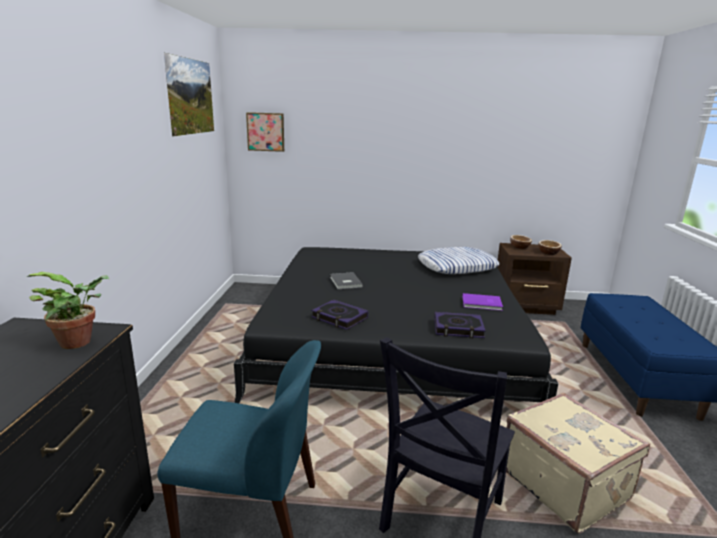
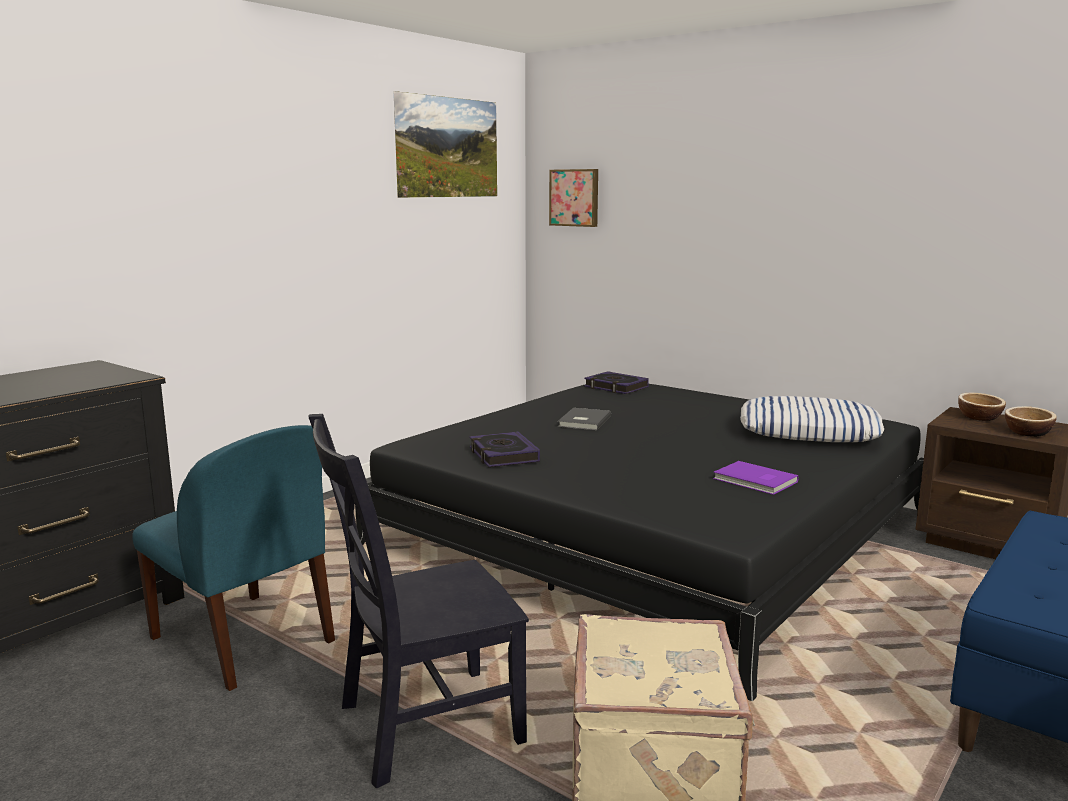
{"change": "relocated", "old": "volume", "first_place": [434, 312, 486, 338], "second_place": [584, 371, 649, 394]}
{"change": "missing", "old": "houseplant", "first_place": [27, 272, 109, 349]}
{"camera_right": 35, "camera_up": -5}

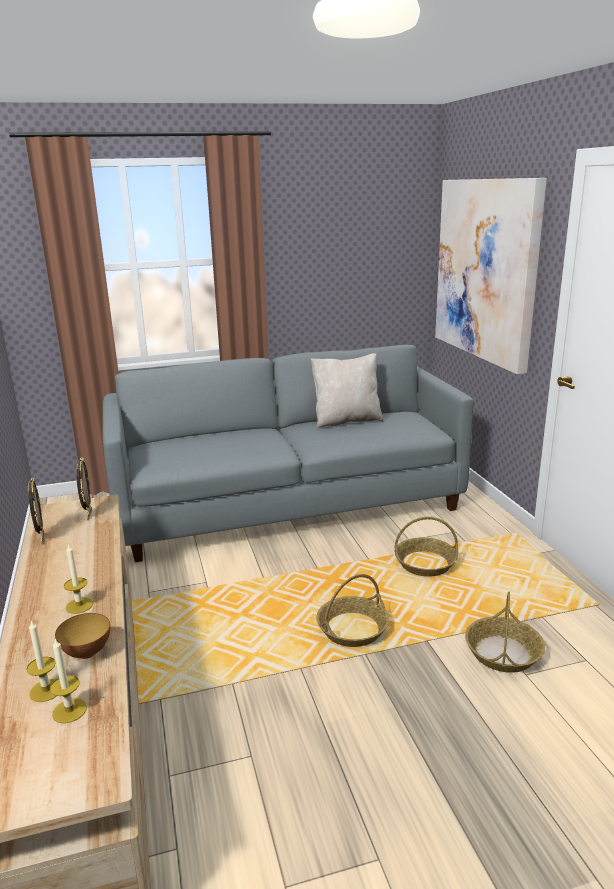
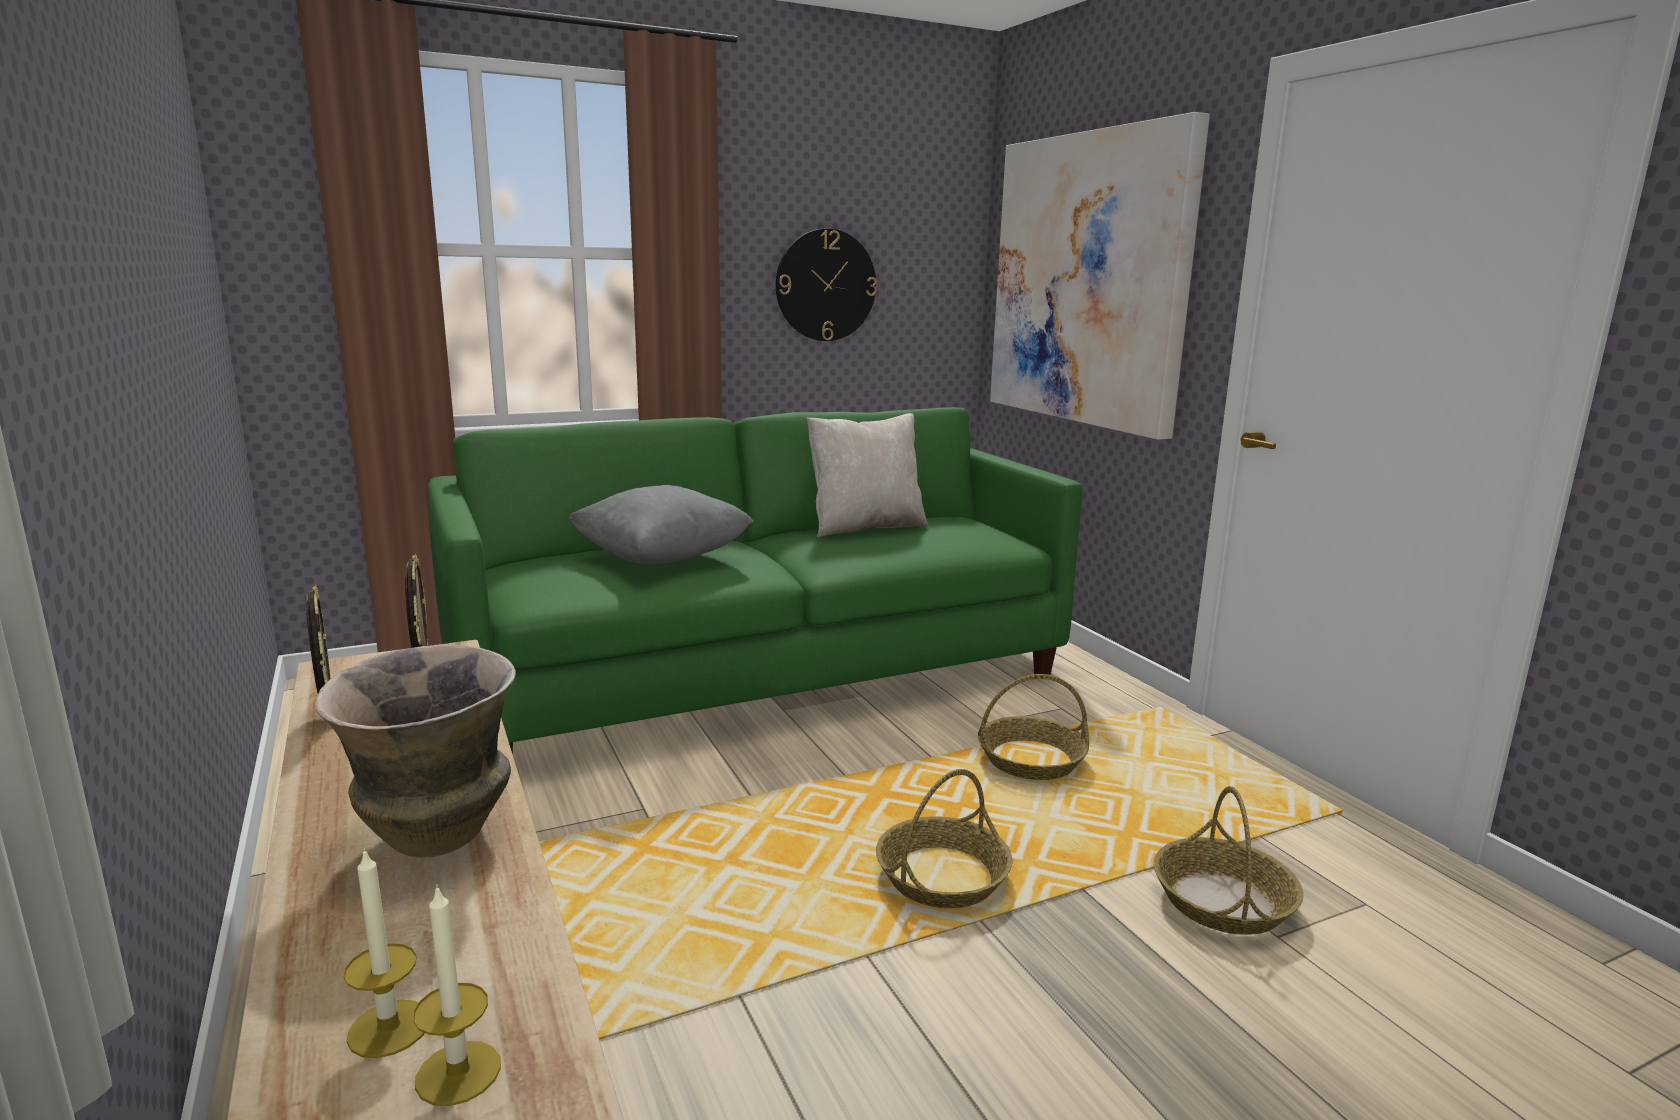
{"change": "exchanged", "old": "candle", "new": "decorative_vase", "first_place": [64, 544, 93, 614], "second_place": [315, 645, 516, 857]}
{"change": "colour", "old": "grey_couch", "new": "greenish_couch", "first_place": [103, 345, 474, 562], "second_place": [427, 407, 1083, 754]}
{"change": "appeared", "new": "grey_pillow", "second_place": [568, 485, 754, 564]}
{"change": "appeared", "new": "hanging_clock", "second_place": [776, 229, 877, 341]}
{"change": "missing", "old": "deep_dish", "first_place": [55, 613, 110, 659]}
{"camera_right": -10, "camera_up": -5}

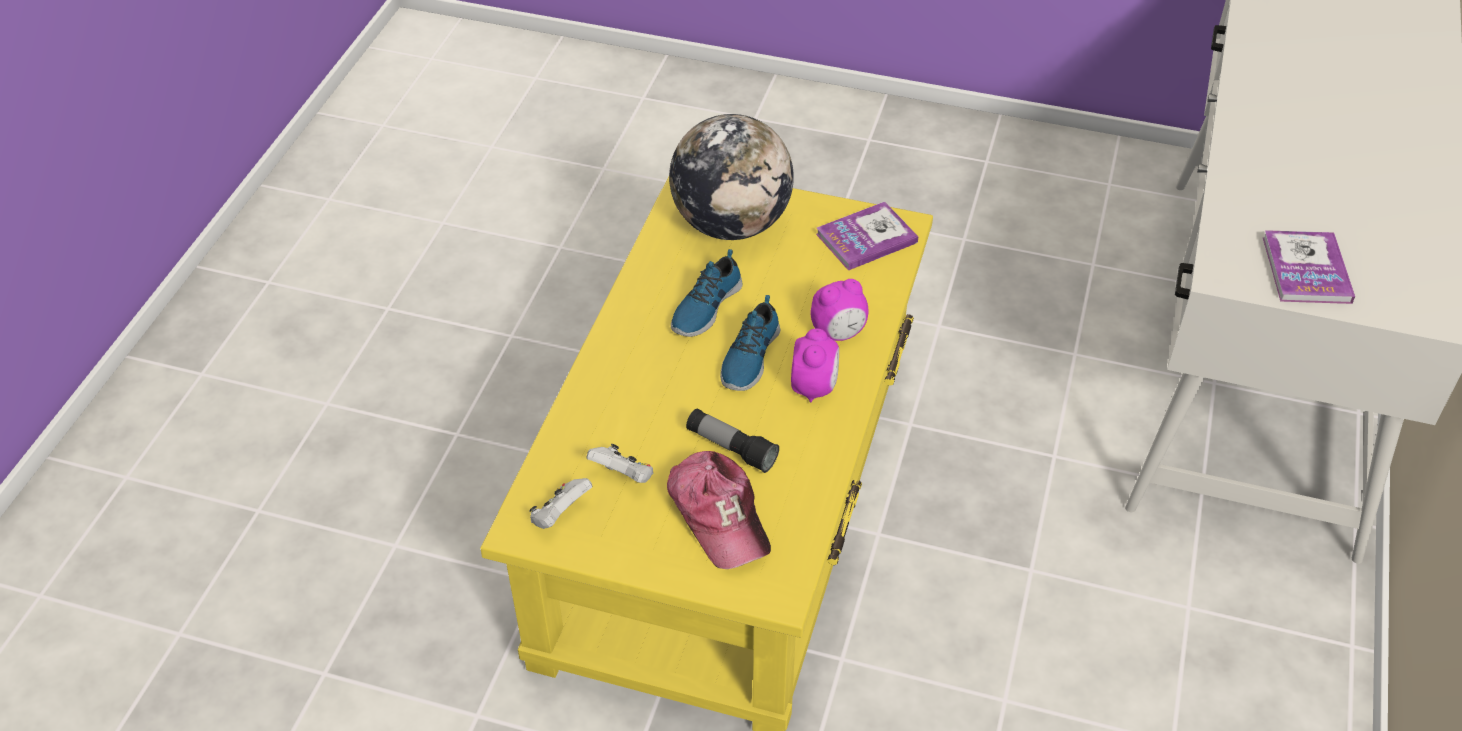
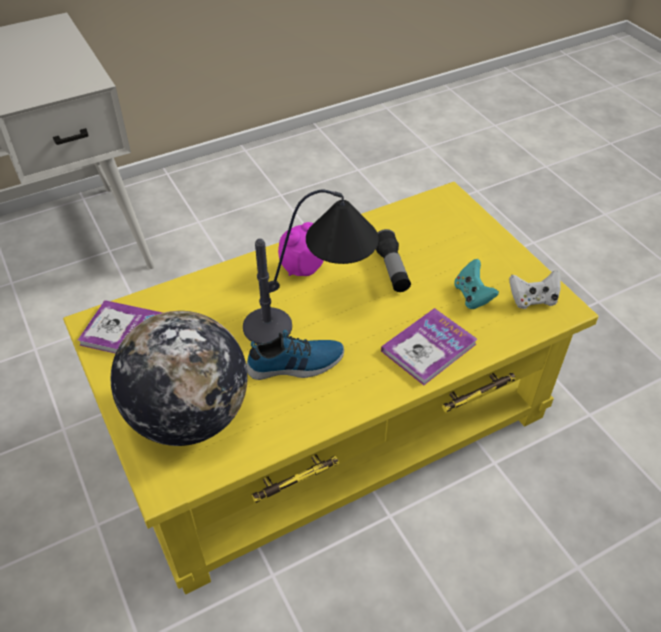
{"change": "exchanged", "old": "item_of_footwear", "new": "lamp_for_a_table", "first_place": [720, 295, 780, 391], "second_place": [243, 190, 379, 344]}
{"change": "relocated", "old": "volume", "first_place": [1262, 230, 1355, 304], "second_place": [381, 308, 477, 385]}
{"change": "colour", "old": "white_game_controller", "new": "turquoise-coloured_game_controller", "first_place": [587, 444, 653, 483], "second_place": [454, 259, 499, 309]}
{"change": "missing", "old": "cap", "first_place": [667, 451, 771, 569]}
{"change": "missing", "old": "alarm_clock", "first_place": [810, 279, 869, 341]}
{"camera_right": -135, "camera_up": 0}

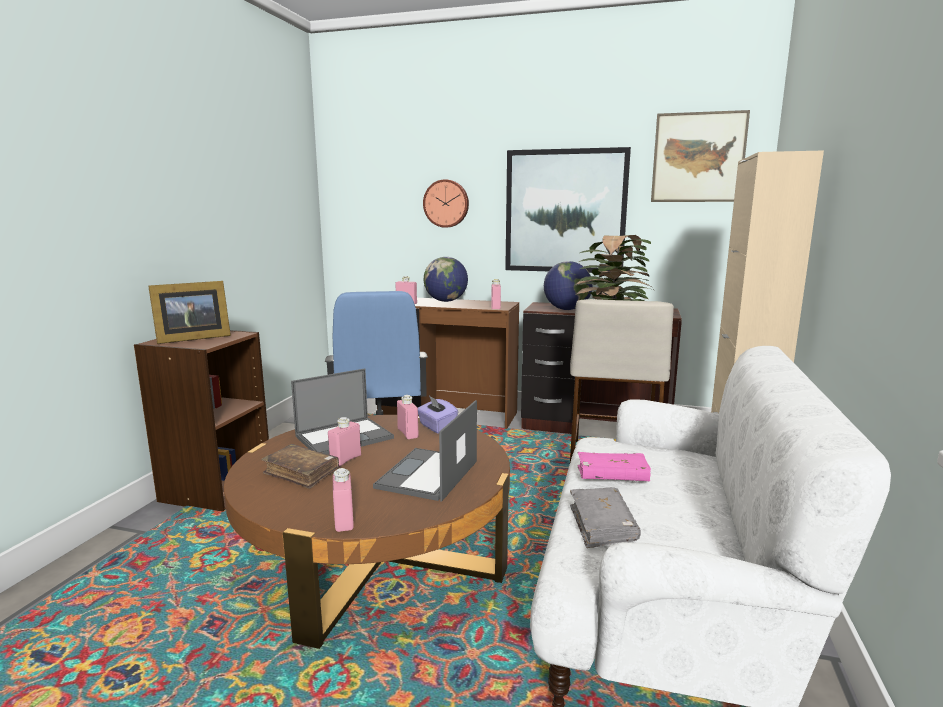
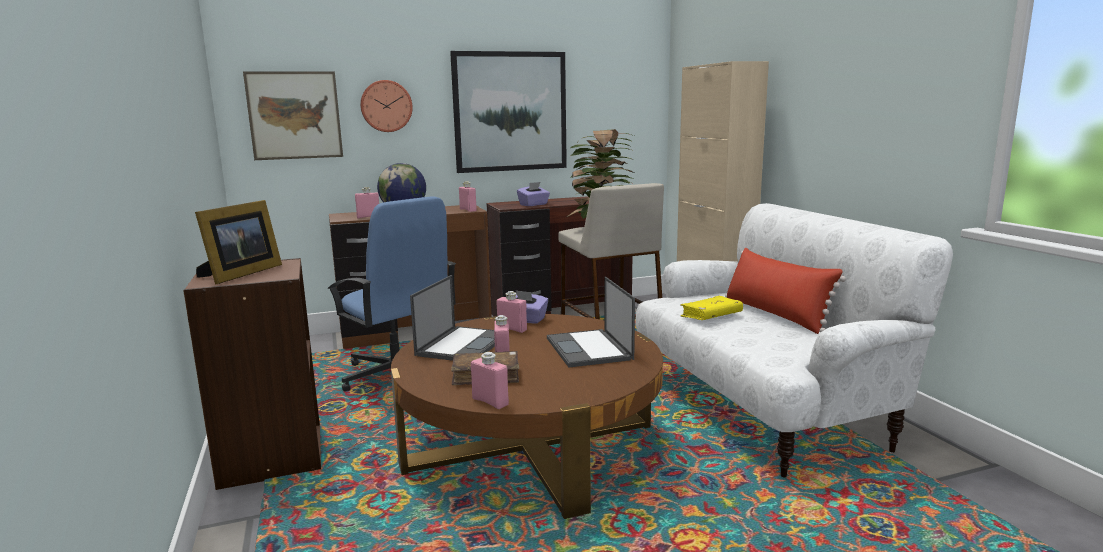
{"change": "relocated", "old": "wall_picture", "first_place": [651, 110, 750, 202], "second_place": [243, 71, 343, 160]}
{"change": "relocated", "old": "pink_beverage_bottle", "first_place": [333, 468, 354, 532], "second_place": [471, 352, 509, 409]}
{"change": "exchanged", "old": "desk_globe", "new": "purplish_tissue_holder", "first_place": [544, 261, 593, 310], "second_place": [517, 182, 550, 206]}
{"change": "colour", "old": "pink_volume", "new": "yellow_volume", "first_place": [578, 452, 651, 481], "second_place": [680, 296, 743, 320]}
{"change": "appeared", "new": "reddish_pillow", "second_place": [725, 248, 846, 334]}
{"change": "missing", "old": "grey_volume", "first_place": [570, 487, 641, 548]}
{"camera_right": -35, "camera_up": 0}

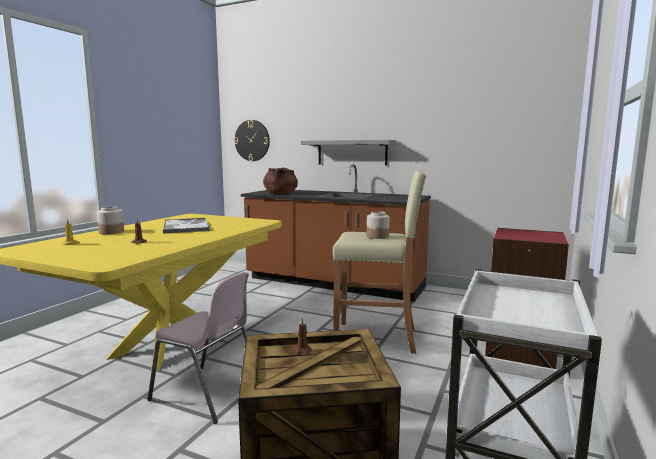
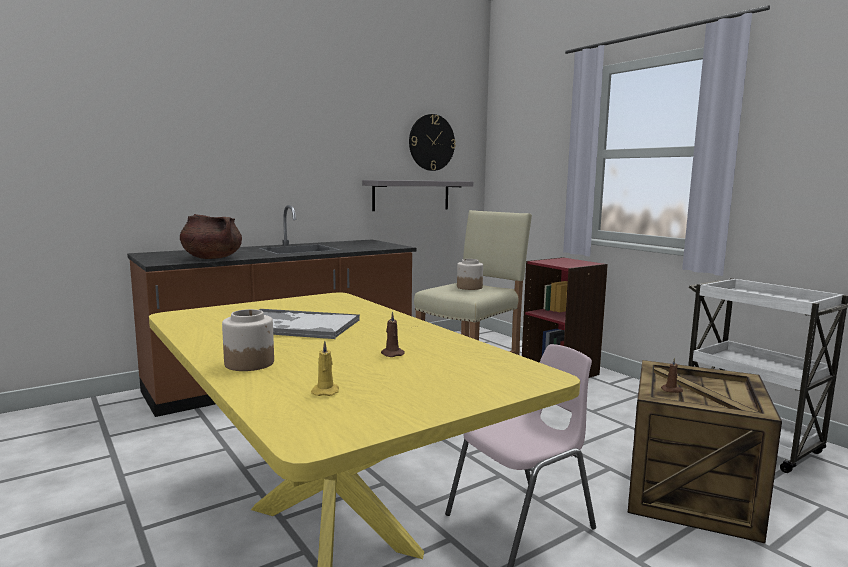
{"change": "relocated", "old": "grey_bracket_shelf", "first_place": [301, 140, 397, 165], "second_place": [362, 180, 473, 211]}
{"change": "relocated", "old": "hanging_clock", "first_place": [234, 120, 270, 161], "second_place": [409, 114, 456, 171]}
{"camera_right": -60, "camera_up": 0}

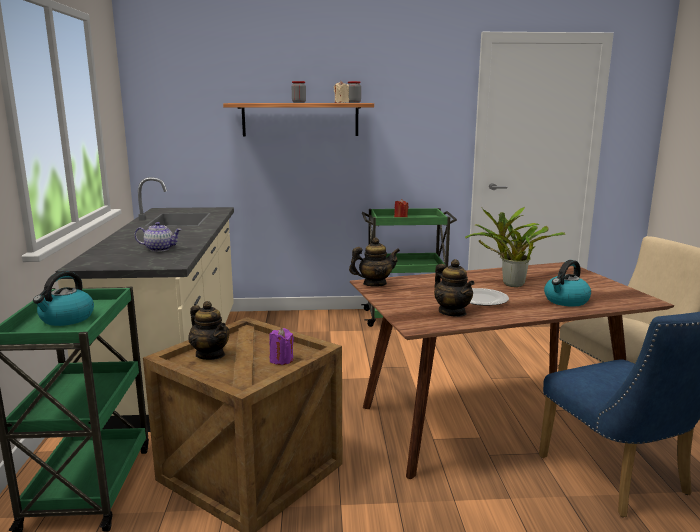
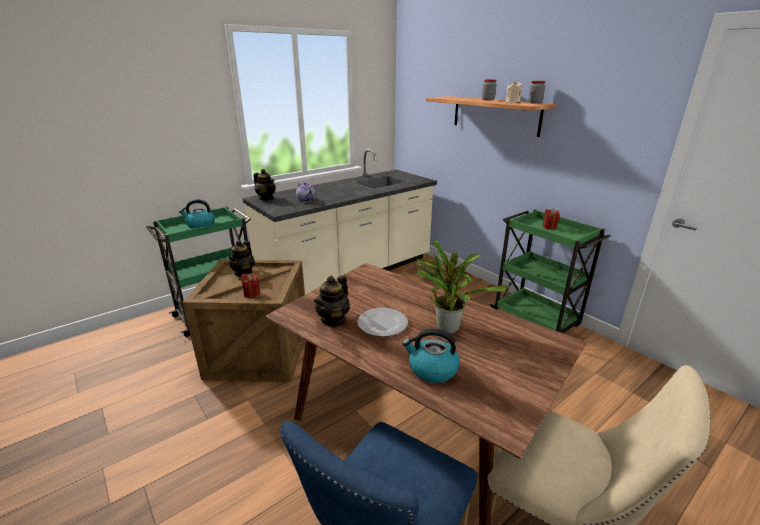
{"change": "colour", "old": "purplish_candle", "new": "reddish_candle", "first_place": [269, 328, 294, 365], "second_place": [241, 273, 260, 298]}
{"change": "relocated", "old": "teapot", "first_place": [349, 237, 400, 287], "second_place": [253, 169, 276, 200]}
{"camera_right": 55, "camera_up": 10}

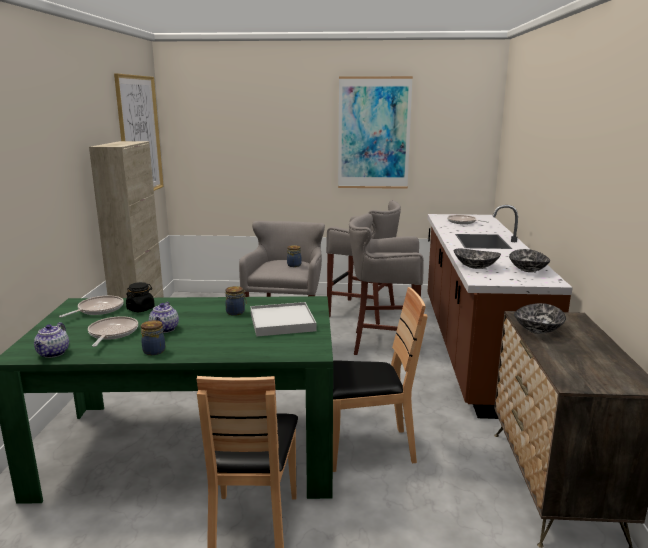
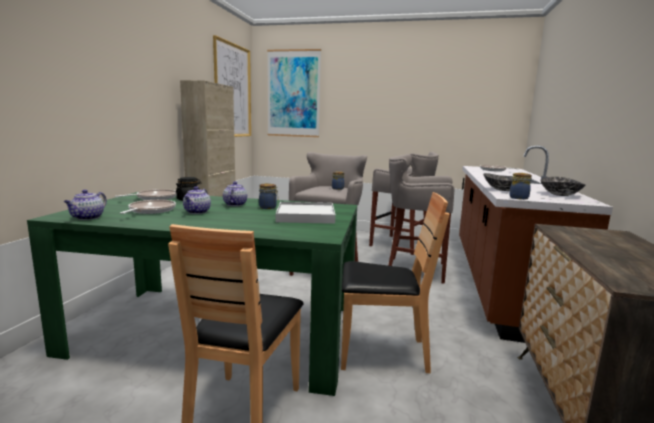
{"change": "appeared", "new": "teapot", "second_place": [223, 181, 247, 206]}
{"change": "relocated", "old": "wall_picture", "first_place": [338, 76, 413, 189], "second_place": [267, 49, 321, 137]}
{"change": "relocated", "old": "storage_jar", "first_place": [141, 320, 165, 355], "second_place": [509, 173, 532, 200]}
{"change": "missing", "old": "deep_dish", "first_place": [514, 303, 566, 334]}
{"camera_right": 10, "camera_up": -5}

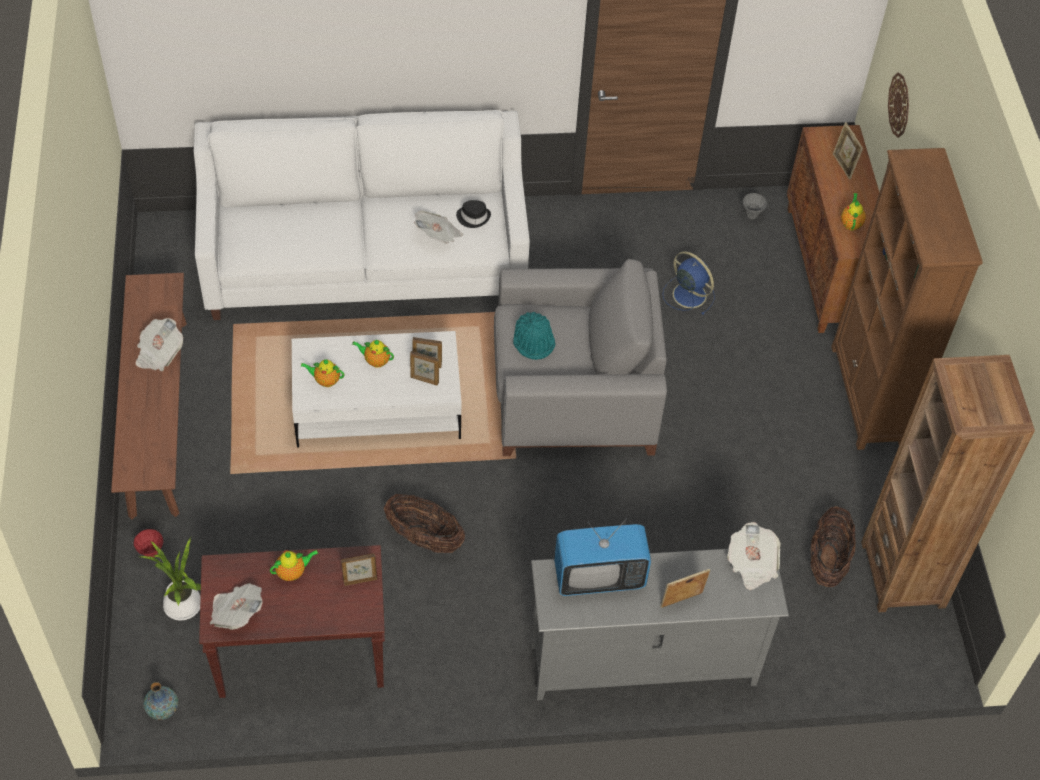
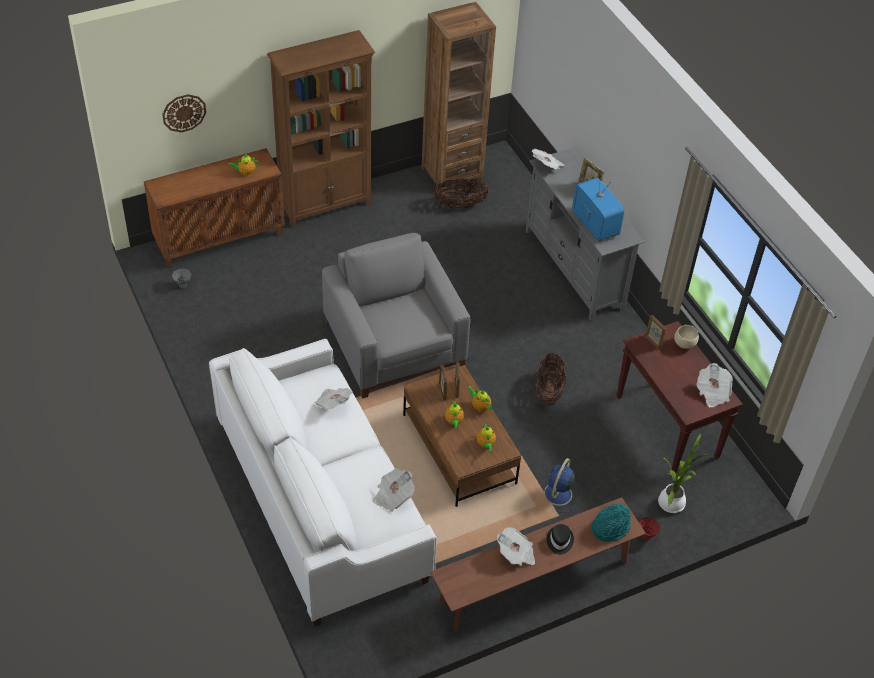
{"change": "appeared", "new": "daily_paper", "second_place": [373, 468, 415, 512]}
{"change": "colour", "old": "white_coffee_table", "new": "brown_coffee_table", "first_place": [292, 331, 461, 448], "second_place": [403, 365, 521, 507]}
{"change": "relocated", "old": "teapot", "first_place": [270, 550, 318, 581], "second_place": [467, 386, 492, 412]}
{"change": "relocated", "old": "blue-coloured_cooling_fan", "first_place": [663, 251, 715, 315], "second_place": [540, 458, 578, 512]}
{"change": "relocated", "old": "black_wearable_hat", "first_place": [456, 200, 491, 228], "second_place": [547, 524, 574, 555]}
{"change": "relocated", "old": "turquoise-coloured_wearable_hat", "first_place": [513, 312, 556, 360], "second_place": [591, 503, 631, 542]}
{"change": "appeared", "new": "beige_deep_dish", "second_place": [674, 325, 699, 349]}
{"change": "missing", "old": "decorative_vase", "first_place": [143, 682, 178, 720]}
{"change": "missing", "old": "standing_frame", "first_place": [833, 122, 863, 180]}
{"camera_right": -110, "camera_up": -5}

